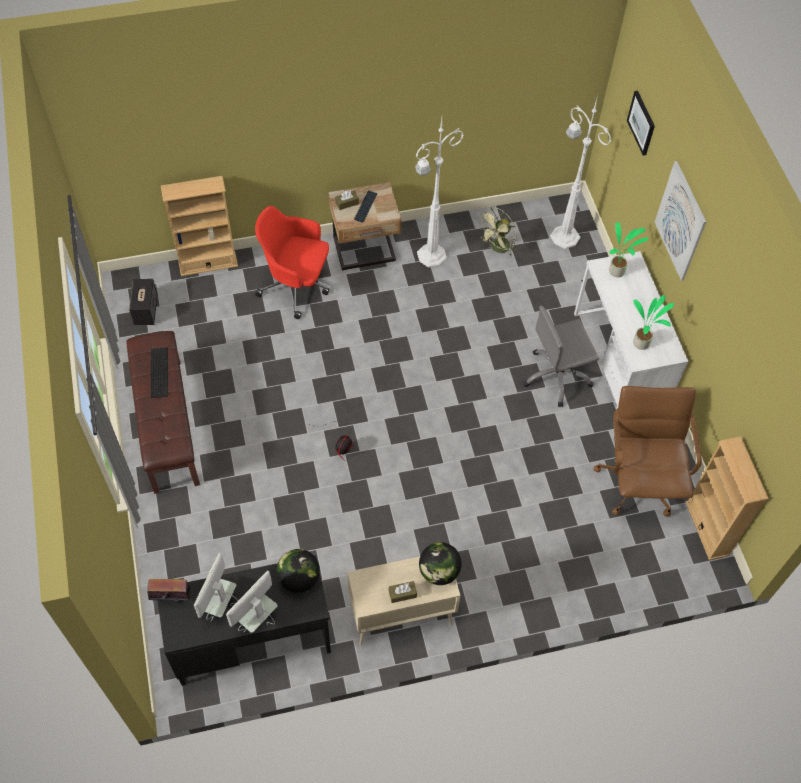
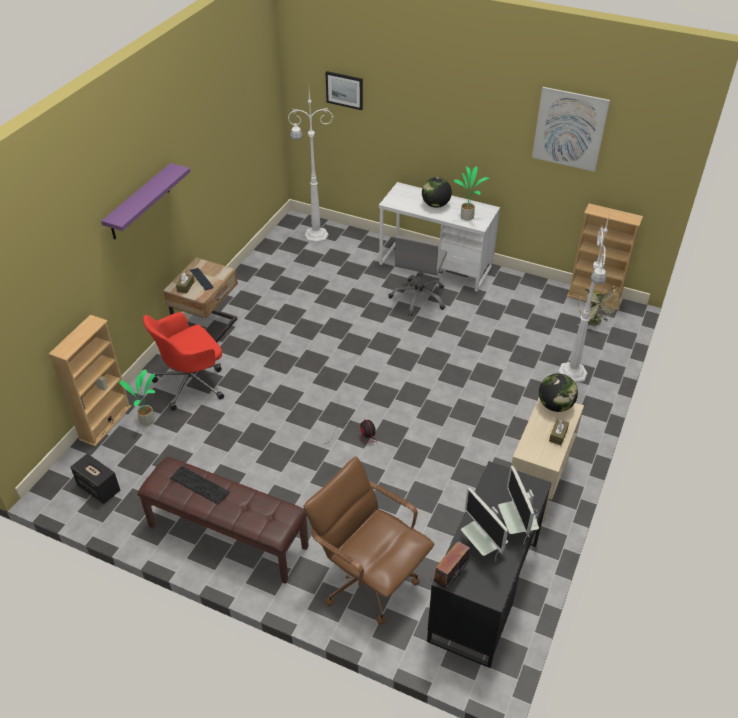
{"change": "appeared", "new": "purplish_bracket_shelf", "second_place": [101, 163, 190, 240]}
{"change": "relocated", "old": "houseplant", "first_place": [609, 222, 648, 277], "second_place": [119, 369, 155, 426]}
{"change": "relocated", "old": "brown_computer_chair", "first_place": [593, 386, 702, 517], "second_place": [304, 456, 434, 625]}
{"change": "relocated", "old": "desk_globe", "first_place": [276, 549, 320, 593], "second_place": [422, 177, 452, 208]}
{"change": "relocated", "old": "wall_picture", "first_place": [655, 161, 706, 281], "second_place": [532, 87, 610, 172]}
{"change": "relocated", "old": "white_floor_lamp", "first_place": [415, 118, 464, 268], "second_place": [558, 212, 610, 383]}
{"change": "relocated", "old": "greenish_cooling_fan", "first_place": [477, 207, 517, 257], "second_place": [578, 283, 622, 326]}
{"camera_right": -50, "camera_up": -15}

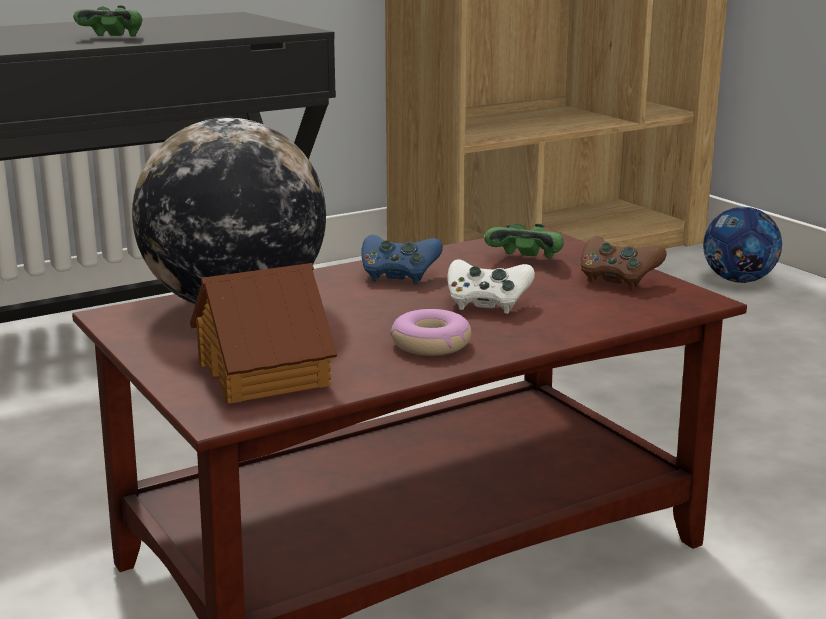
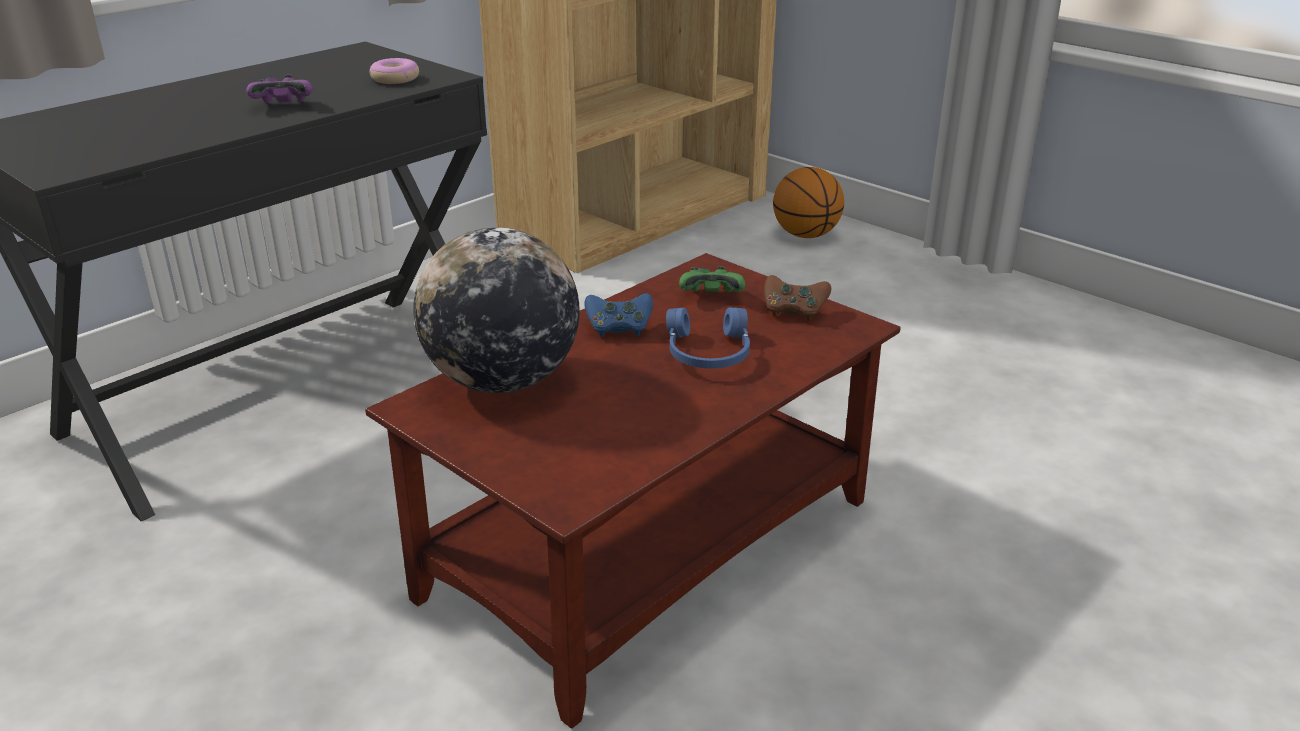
{"change": "colour", "old": "greenish_game_controller", "new": "purplish_game_controller", "first_place": [73, 5, 142, 36], "second_place": [246, 75, 312, 104]}
{"change": "relocated", "old": "ring_doughnut", "first_place": [391, 309, 471, 356], "second_place": [369, 58, 419, 84]}
{"change": "exchanged", "old": "white_game_controller", "new": "blue-coloured_pair_of_headphones", "first_place": [447, 259, 535, 314], "second_place": [666, 307, 750, 369]}
{"change": "exchanged", "old": "ball_for_football", "new": "basketball", "first_place": [703, 207, 782, 283], "second_place": [773, 167, 844, 238]}
{"change": "missing", "old": "miniature_house", "first_place": [190, 263, 338, 403]}
{"camera_right": -15, "camera_up": 10}

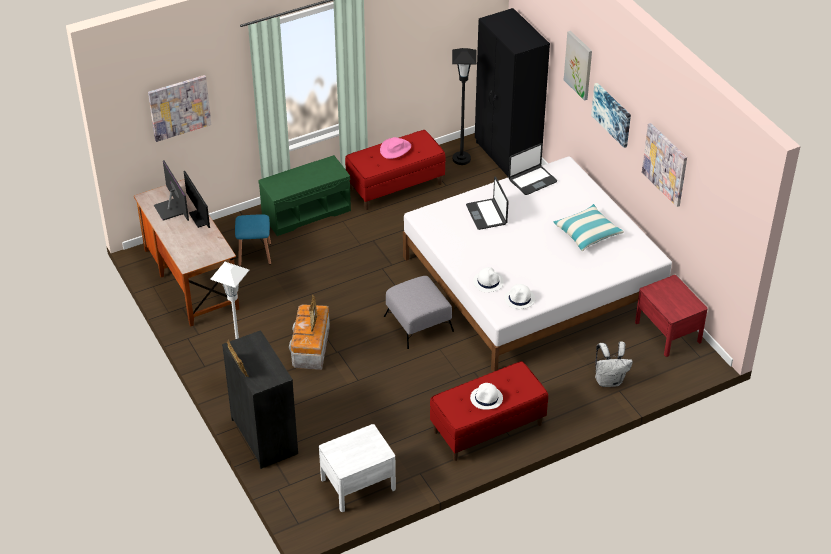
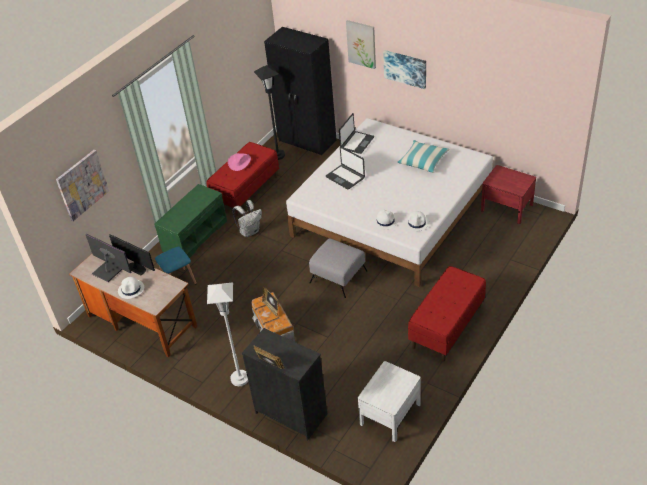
{"change": "relocated", "old": "white_wearable_hat", "first_place": [470, 383, 503, 409], "second_place": [118, 277, 144, 299]}
{"change": "relocated", "old": "white_backpack", "first_place": [595, 341, 633, 387], "second_place": [232, 200, 262, 237]}
{"change": "missing", "old": "wall_picture", "first_place": [642, 123, 687, 207]}
{"camera_right": -25, "camera_up": 0}

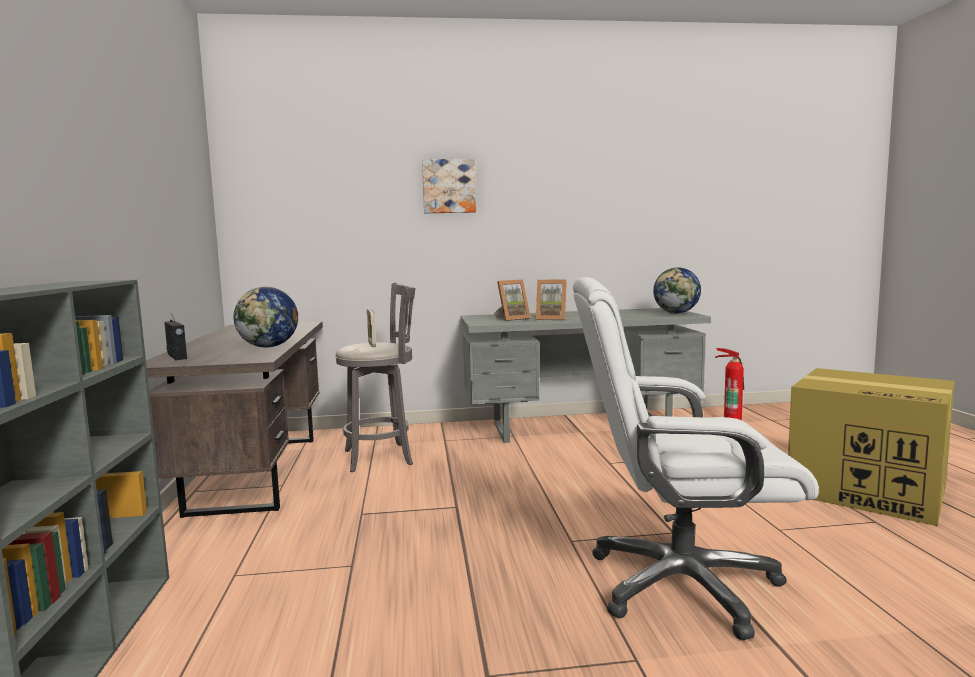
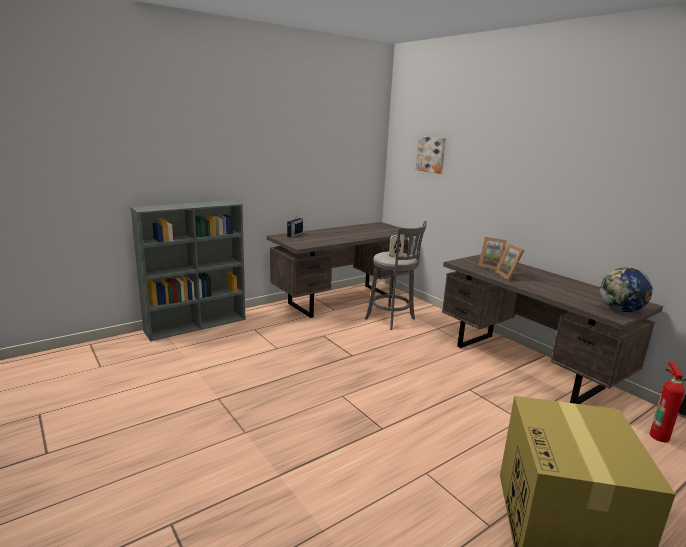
{"change": "relocated", "old": "wall_picture", "first_place": [422, 159, 476, 213], "second_place": [416, 136, 446, 174]}
{"change": "colour", "old": "grey_desk_unit", "new": "brown_desk_unit", "first_place": [461, 308, 711, 443], "second_place": [442, 254, 663, 404]}
{"change": "missing", "old": "desk_globe", "first_place": [234, 287, 298, 348]}
{"change": "missing", "old": "white_computer_chair", "first_place": [573, 277, 819, 640]}
{"camera_right": 60, "camera_up": 10}

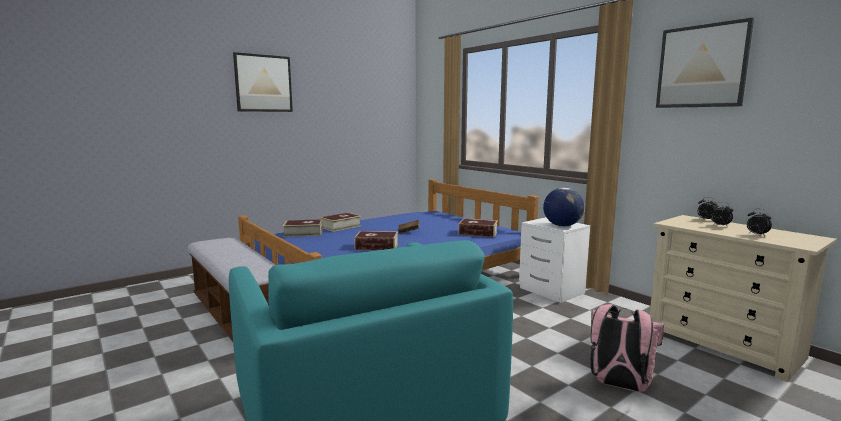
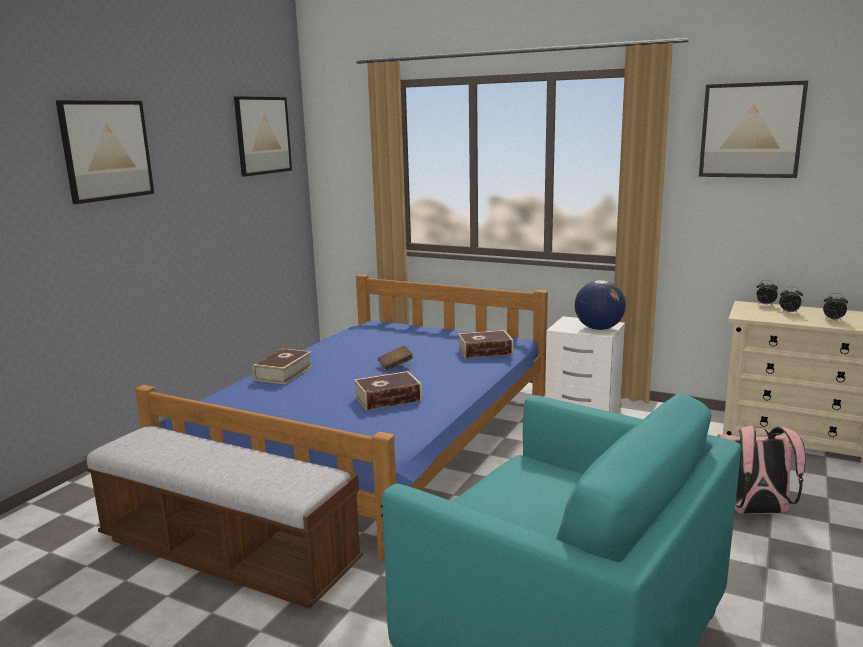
{"change": "appeared", "new": "wall_picture", "second_place": [234, 96, 292, 177]}
{"change": "missing", "old": "volume", "first_place": [283, 219, 323, 237]}
{"camera_right": -25, "camera_up": 5}

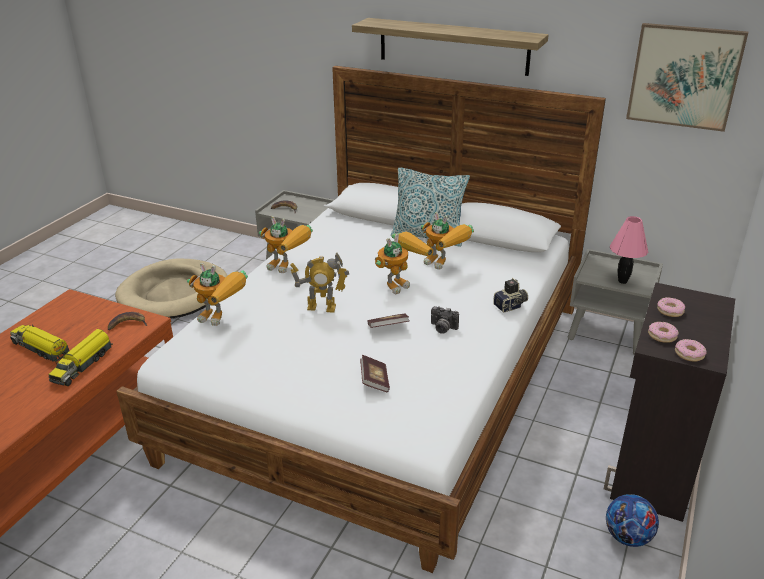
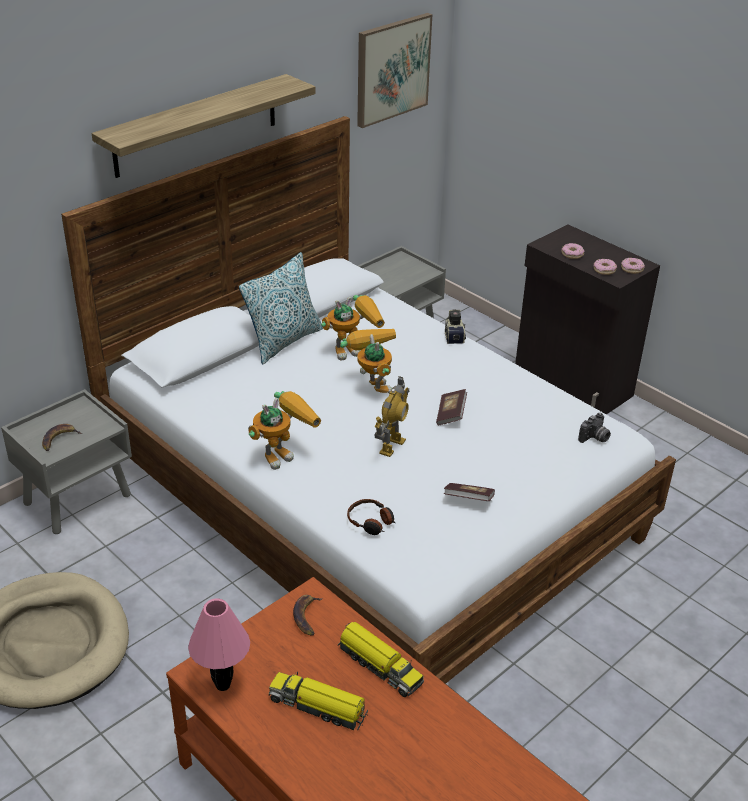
{"change": "relocated", "old": "pink_lamp_for_a_table", "first_place": [610, 216, 648, 284], "second_place": [188, 598, 250, 691]}
{"change": "spun", "old": "model_truck", "first_place": [10, 324, 69, 362], "second_place": [269, 672, 368, 731], "degrees": 60}
{"change": "exchanged", "old": "toy_robot", "new": "pair_of_headphones", "first_place": [187, 263, 248, 326], "second_place": [347, 499, 396, 535]}
{"change": "relocated", "old": "volume", "first_place": [360, 355, 390, 392], "second_place": [444, 483, 495, 501]}
{"change": "relocated", "old": "still_camera", "first_place": [431, 306, 459, 334], "second_place": [578, 413, 611, 443]}
{"change": "missing", "old": "ball_for_football", "first_place": [606, 494, 659, 547]}
{"camera_right": -70, "camera_up": 5}

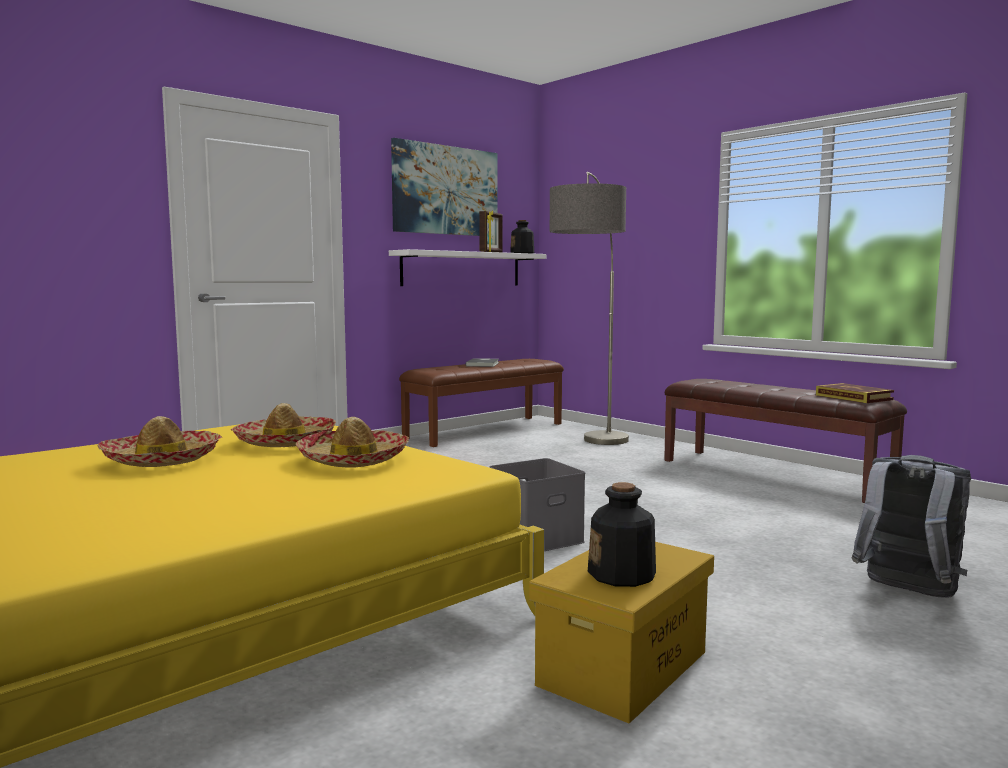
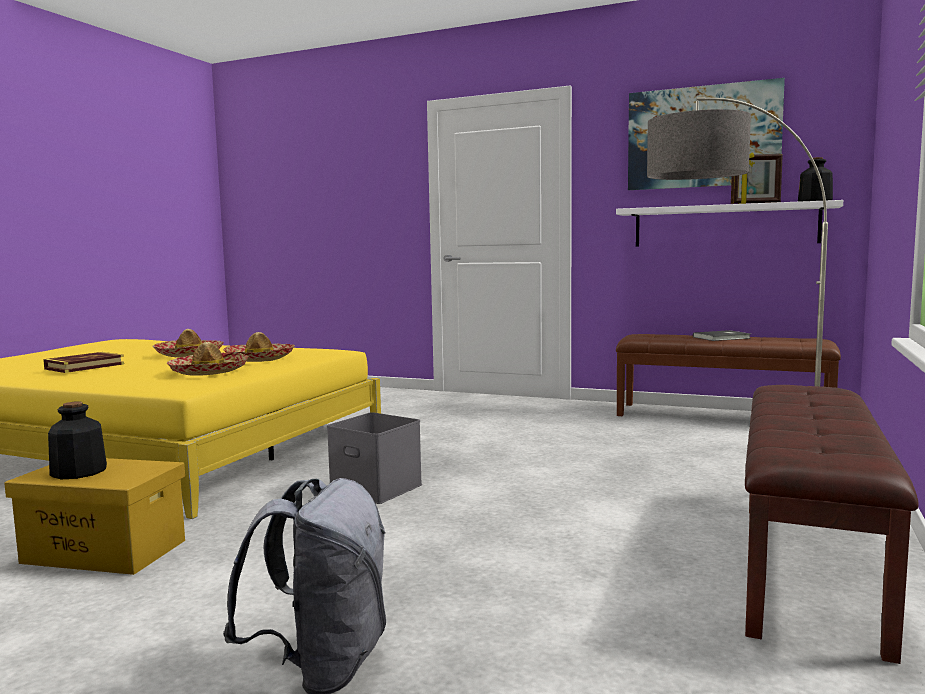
{"change": "relocated", "old": "volume", "first_place": [816, 383, 894, 403], "second_place": [43, 352, 124, 373]}
{"camera_right": 65, "camera_up": 0}

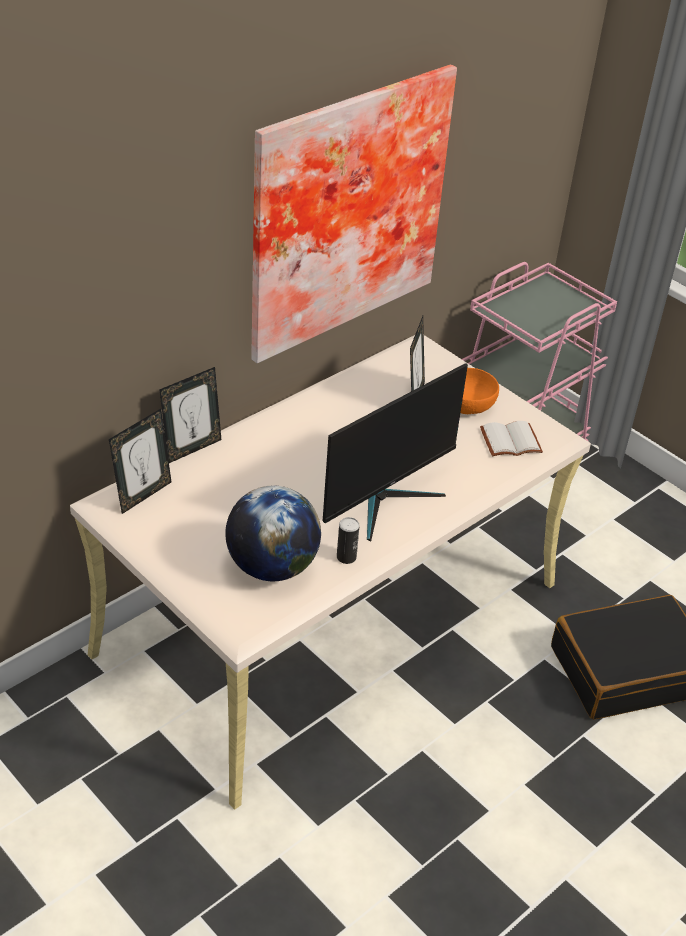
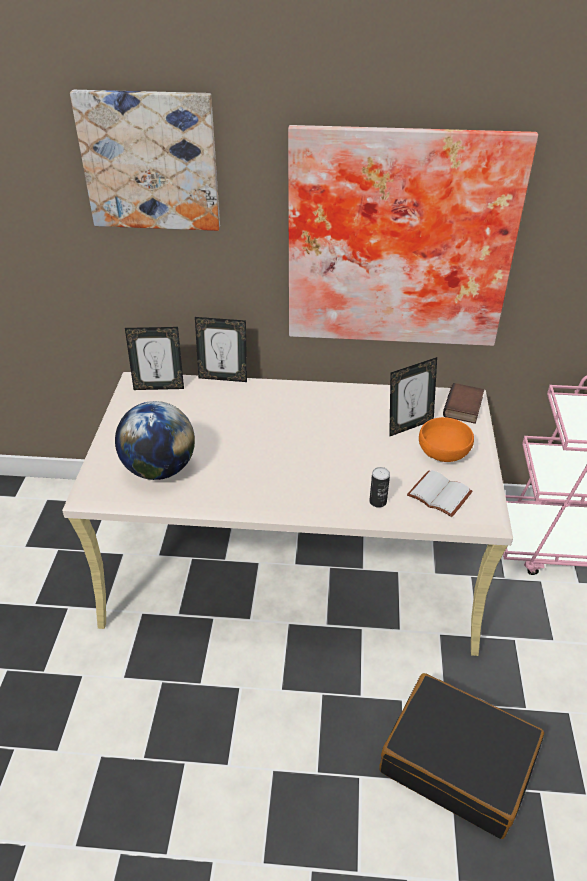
{"change": "appeared", "new": "wall_picture", "second_place": [70, 90, 220, 231]}
{"change": "relocated", "old": "sealed_can", "first_place": [337, 517, 360, 564], "second_place": [369, 467, 390, 508]}
{"change": "appeared", "new": "volume", "second_place": [443, 383, 484, 424]}
{"change": "missing", "old": "computer_screen", "first_place": [323, 364, 468, 542]}
{"camera_right": 50, "camera_up": 0}

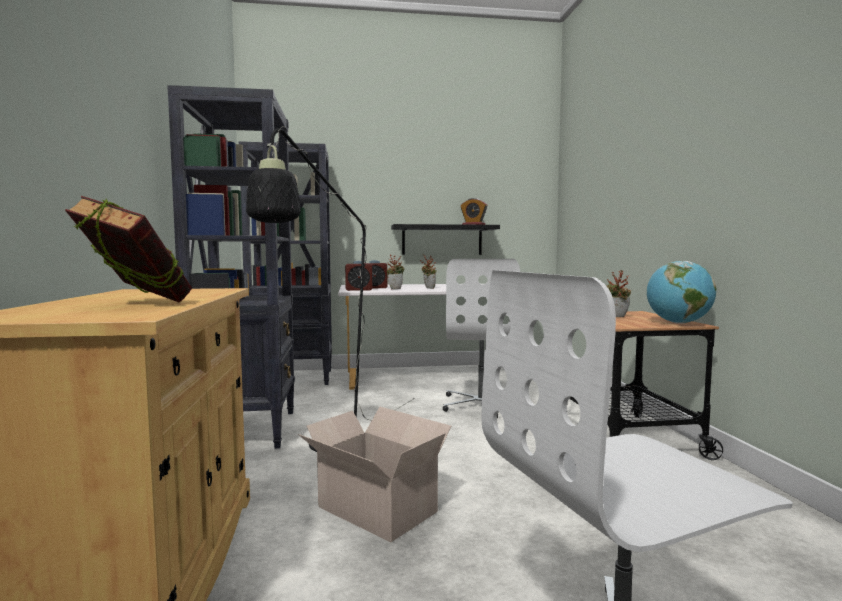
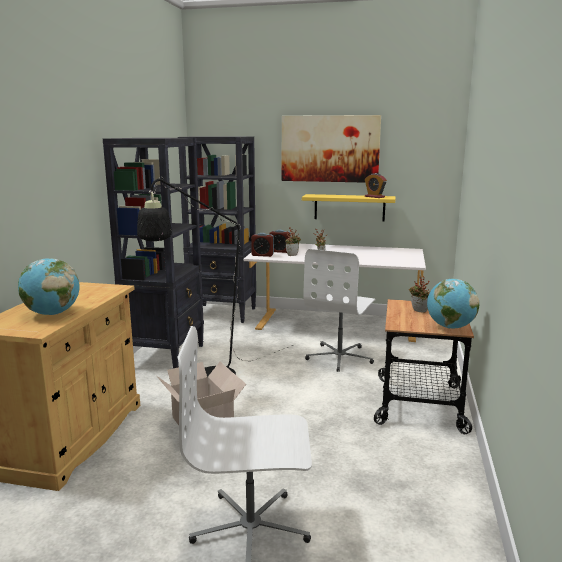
{"change": "exchanged", "old": "volume", "new": "desk_globe", "first_place": [65, 196, 192, 303], "second_place": [18, 258, 80, 315]}
{"change": "appeared", "new": "wall_picture", "second_place": [282, 115, 381, 183]}
{"change": "colour", "old": "black_bracket_shelf", "new": "yellow_bracket_shelf", "first_place": [391, 224, 500, 255], "second_place": [302, 194, 396, 222]}
{"camera_right": 20, "camera_up": 10}

